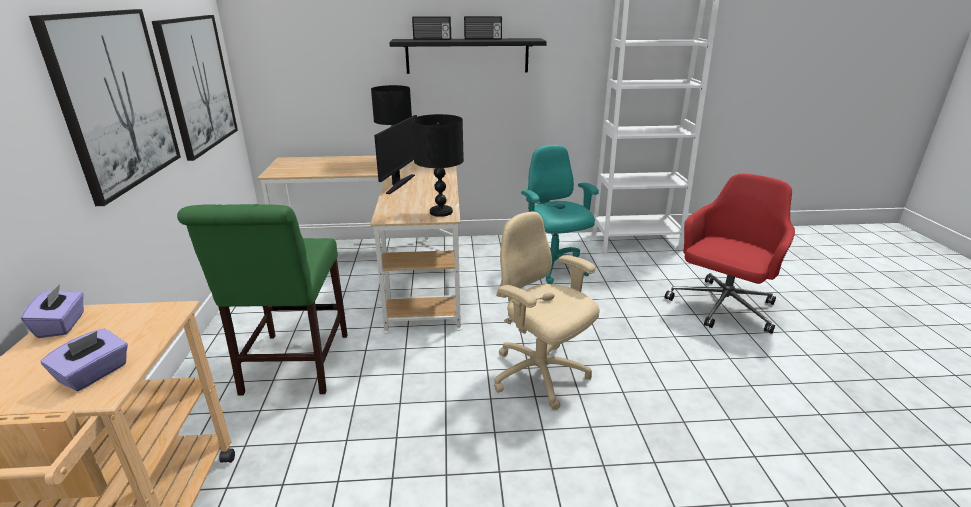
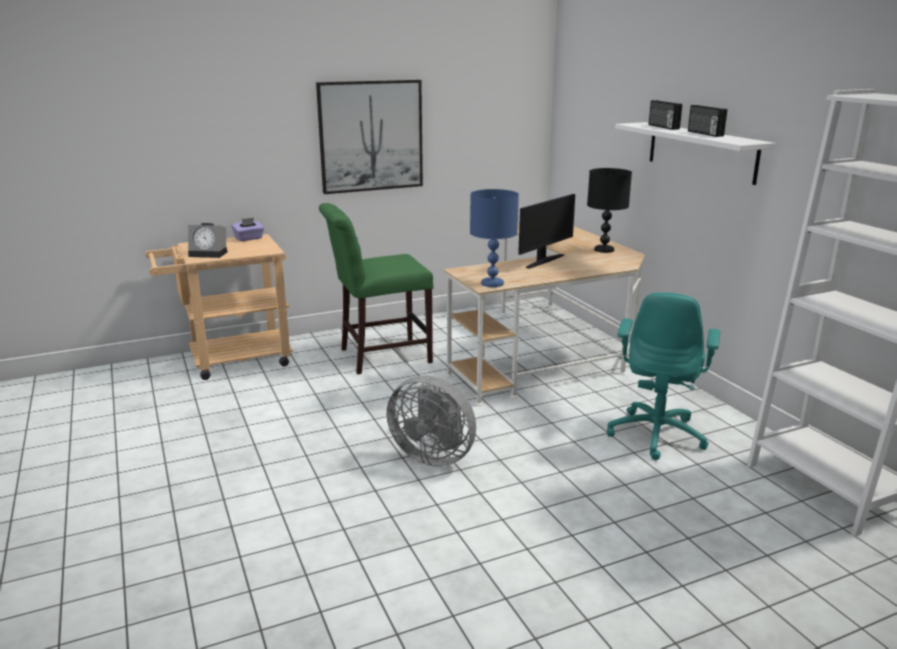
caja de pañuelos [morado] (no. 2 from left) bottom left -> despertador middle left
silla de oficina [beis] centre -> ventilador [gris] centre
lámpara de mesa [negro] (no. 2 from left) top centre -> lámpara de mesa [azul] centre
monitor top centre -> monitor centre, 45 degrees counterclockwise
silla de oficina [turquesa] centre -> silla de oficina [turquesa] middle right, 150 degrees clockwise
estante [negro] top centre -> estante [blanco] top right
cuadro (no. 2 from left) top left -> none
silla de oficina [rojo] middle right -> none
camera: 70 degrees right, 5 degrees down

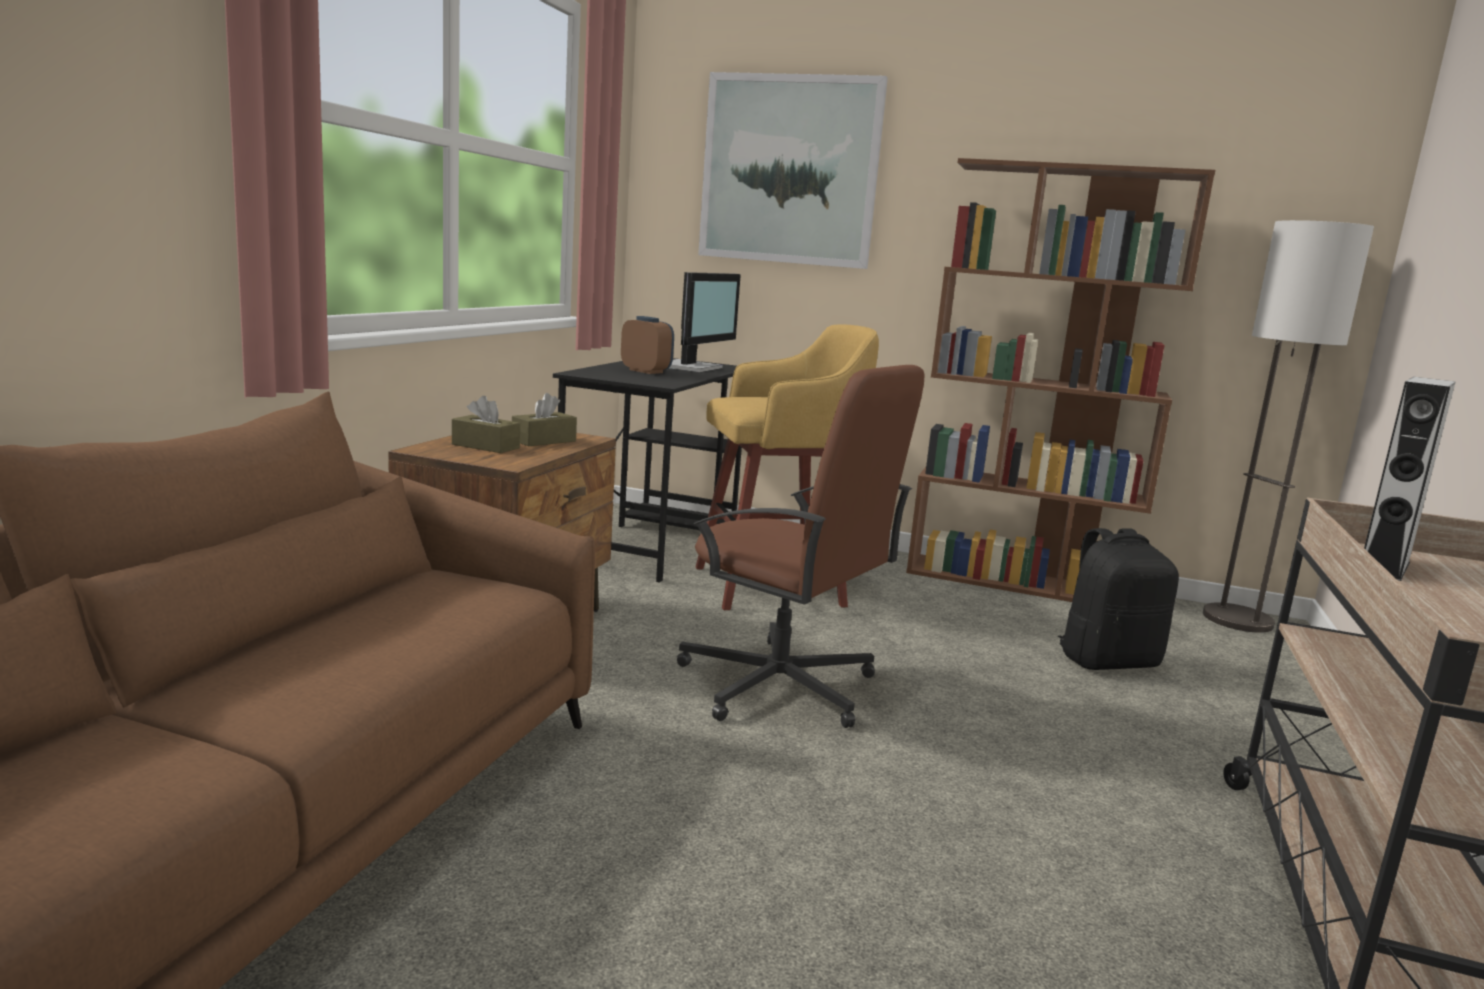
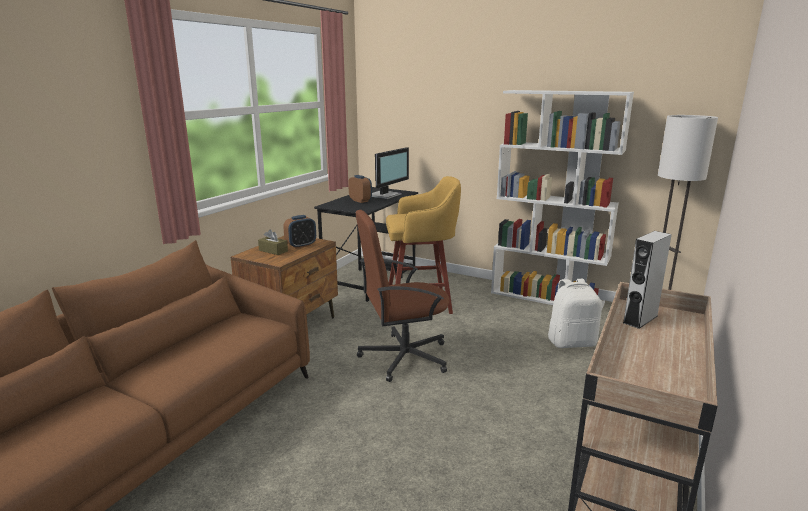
caja de pañuelos [marrón] (no. 2 from left) centre -> despertador (no. 1 from left) centre
silla de oficina [marrón] centre, 120 degrees clockwise
estantería [marrón] middle right -> estantería [blanco] middle right
mochila [negro] middle right -> mochila [blanco] middle right
cuadro top centre -> none
camera: 10 degrees right, 5 degrees up

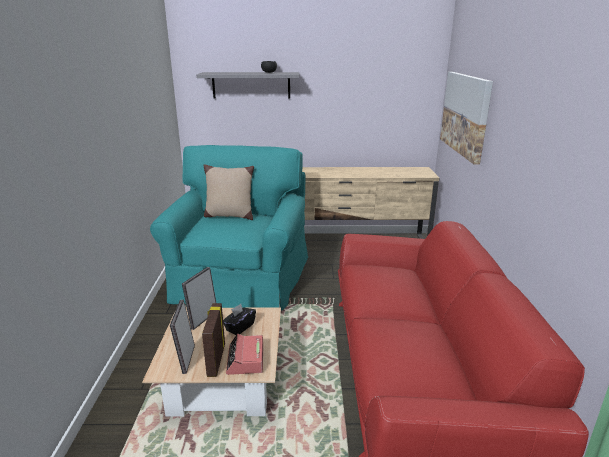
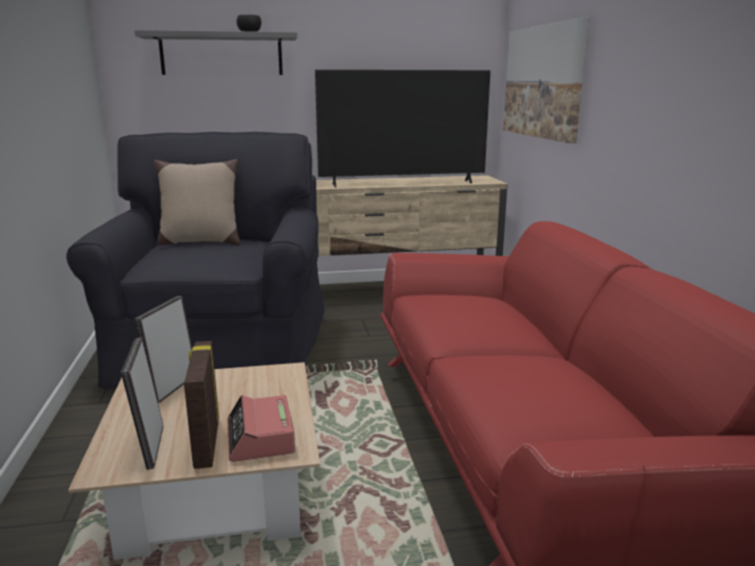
sillón [turquesa] centre -> sillón [negro] middle left
none -> televisor top centre
caja de pañuelos [negro] bottom centre -> none
camera: 10 degrees left, 5 degrees down

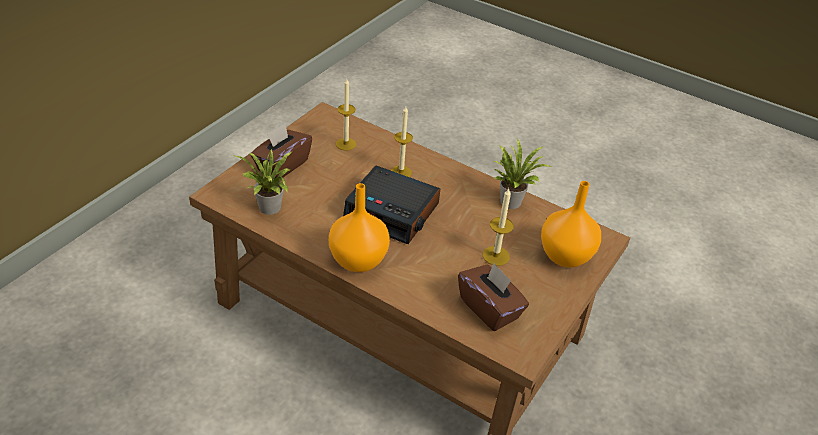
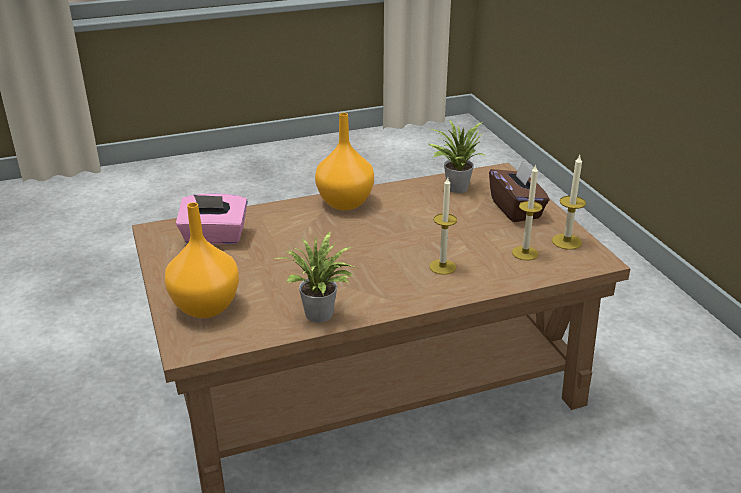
caja de pañuelos [marrón] (no. 2 from left) bottom centre -> caja de pañuelos [rosa] middle left
vela (no. 3 from left) centre -> vela (no. 3 from left) middle right, relocated
despertador centre -> none
camera: 130 degrees right, 10 degrees down

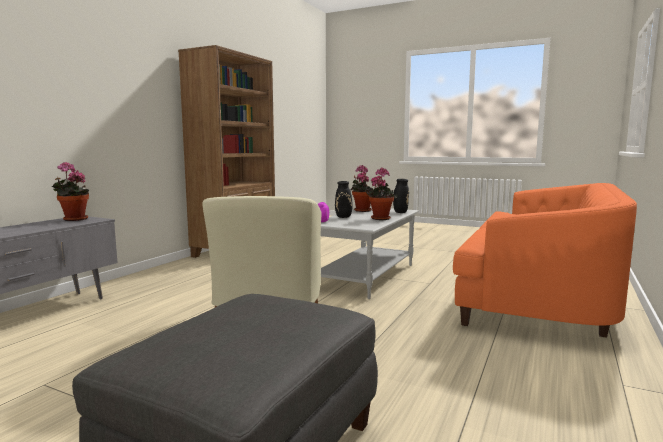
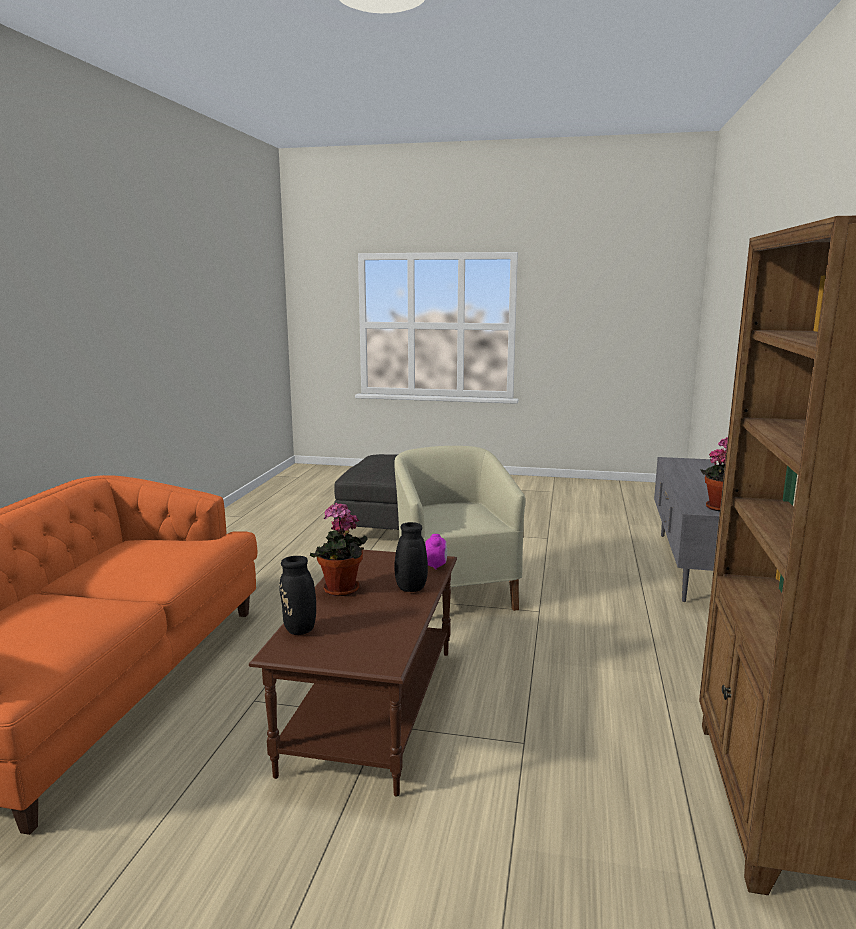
mesa de centro [gris] centre -> mesa de centro [marrón] bottom centre
planta en maceta (no. 2 from left) centre -> none
camera: 165 degrees right, 5 degrees up

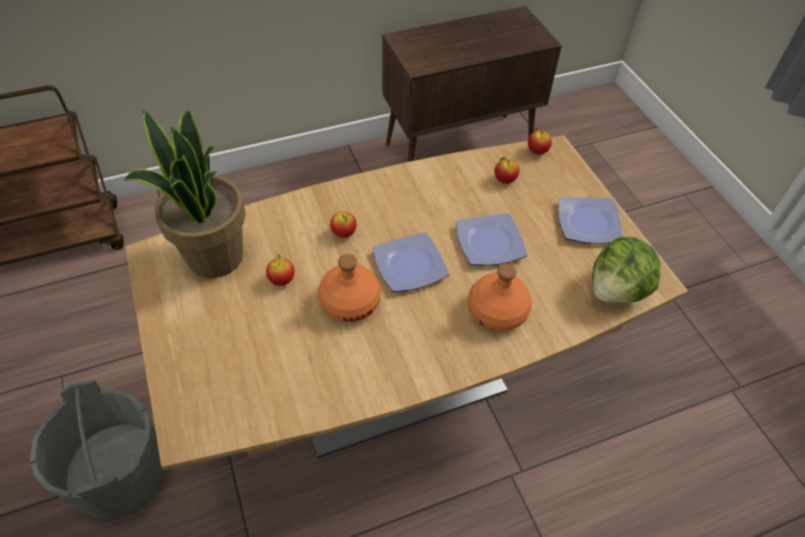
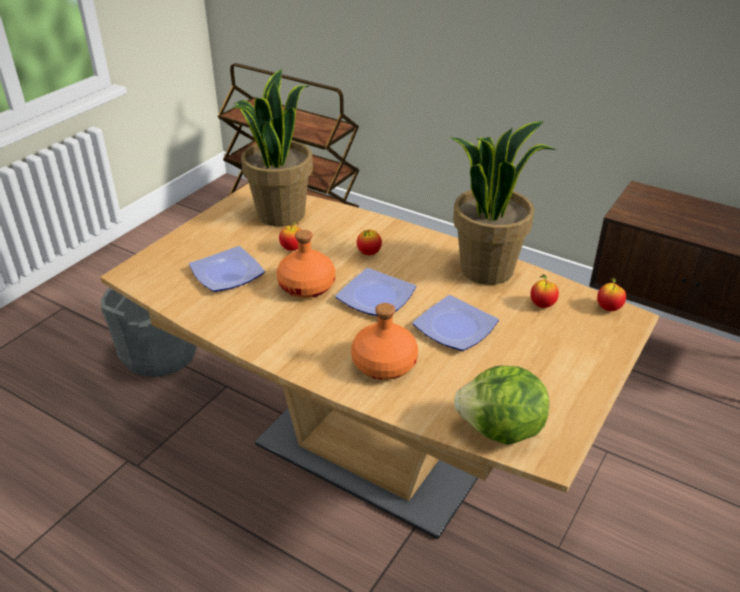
plato (no. 3 from left in the first image) middle right -> plato (no. 1 from left) middle left, relocated
none -> planta en maceta (no. 2 from left) middle right
camera: 55 degrees right, 15 degrees down

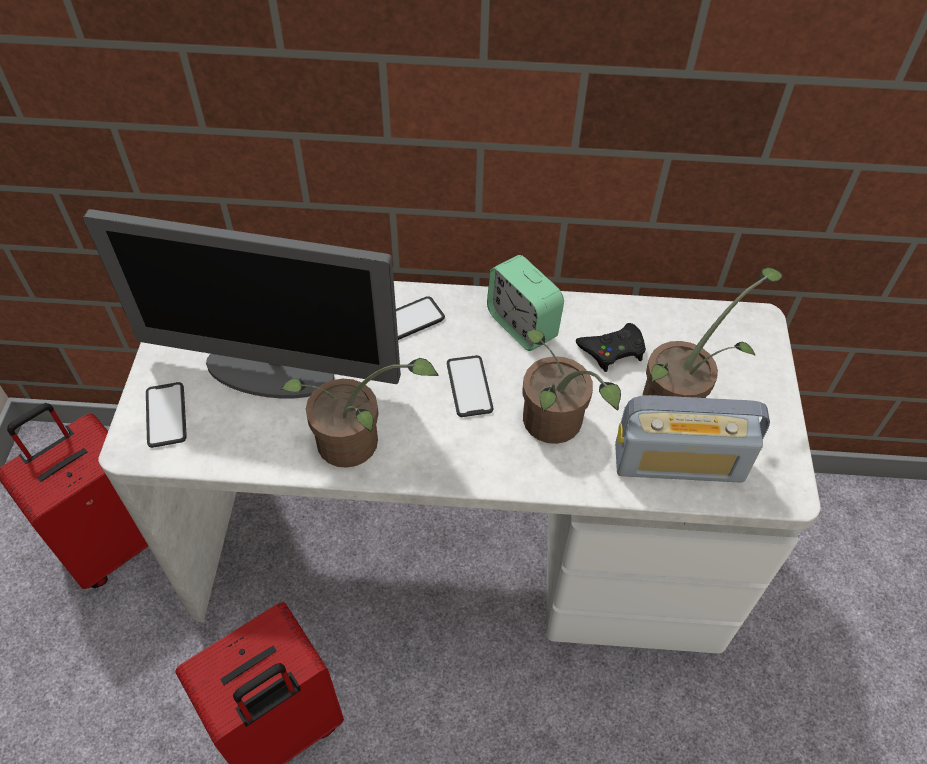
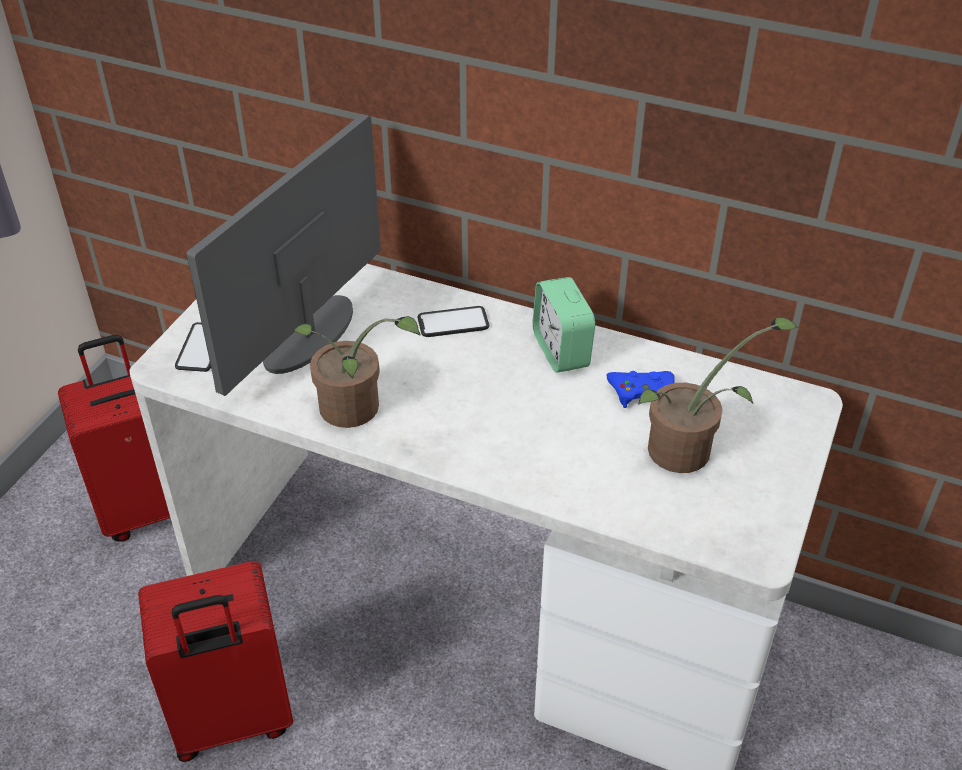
monitor middle left -> monitor top left, 90 degrees clockwise
mando de consola [negro] centre -> mando de consola [azul] centre
móvil (no. 3 from left) centre -> none
planta en maceta (no. 2 from left) centre -> none
radio middle right -> none
camera: 20 degrees right, 10 degrees down

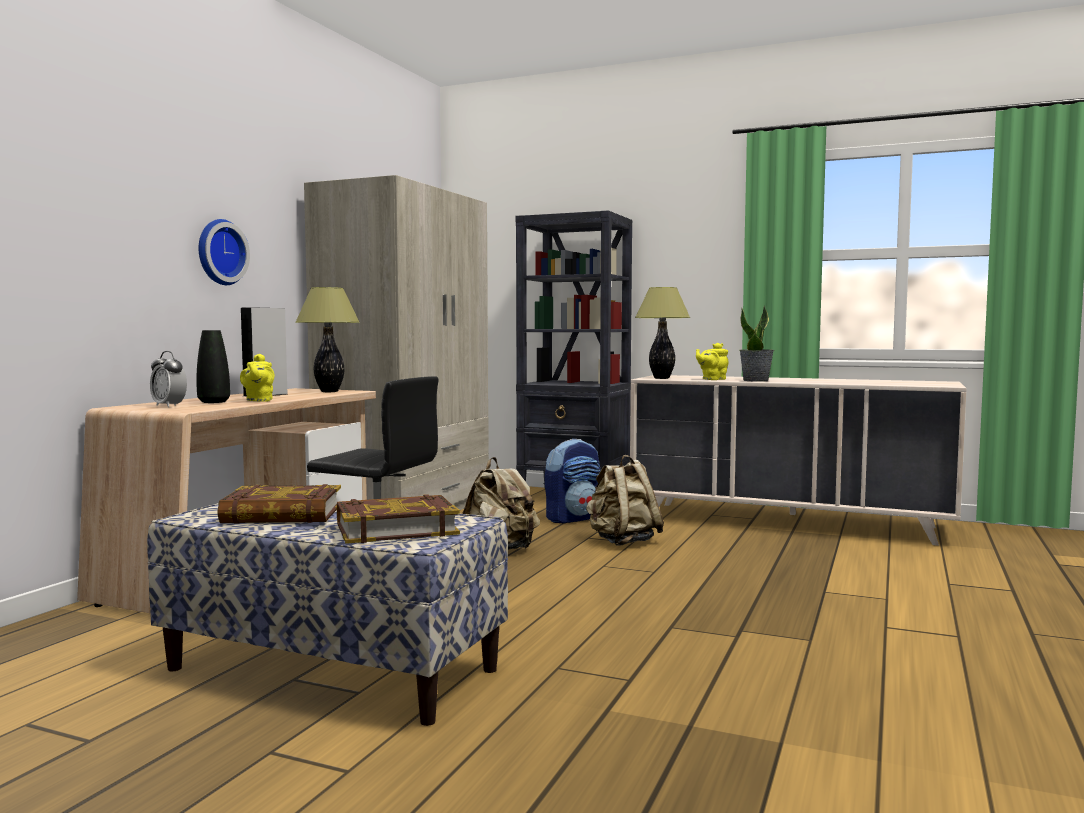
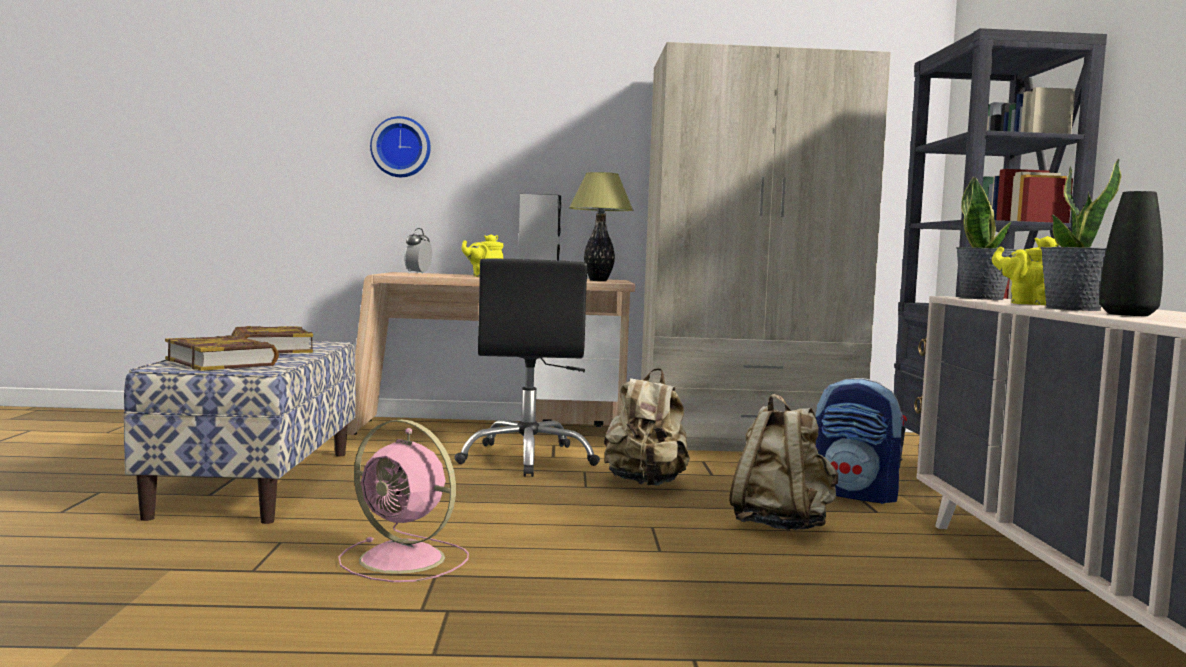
none -> ventilador [rosa] bottom centre
reloj de pared top left -> reloj de pared top centre, relocated
lámpara de mesa (no. 2 from left) centre -> planta en maceta (no. 1 from left) middle right
florero [negro] middle left -> florero [negro] middle right, relocated
camera: 65 degrees right, 0 degrees up

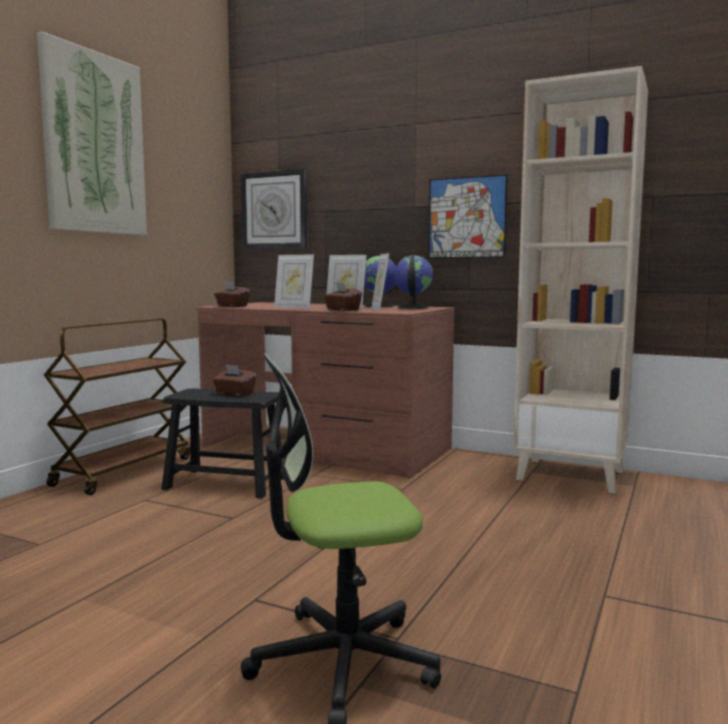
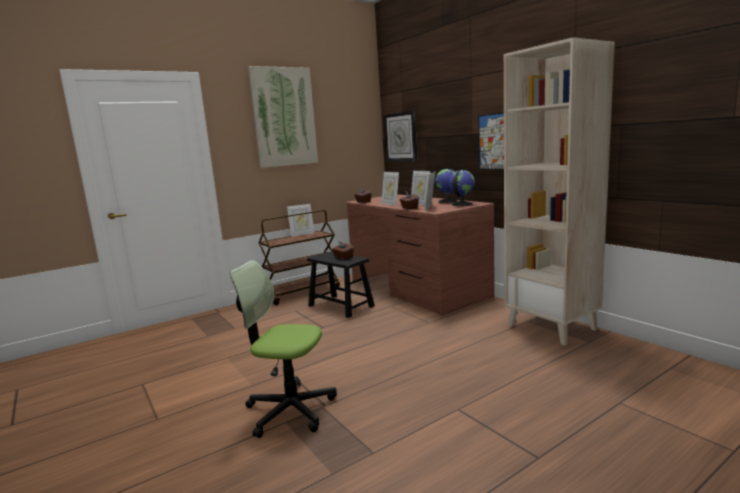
none -> portarretratos (no. 1 from left) centre
camera: 30 degrees right, 5 degrees up

